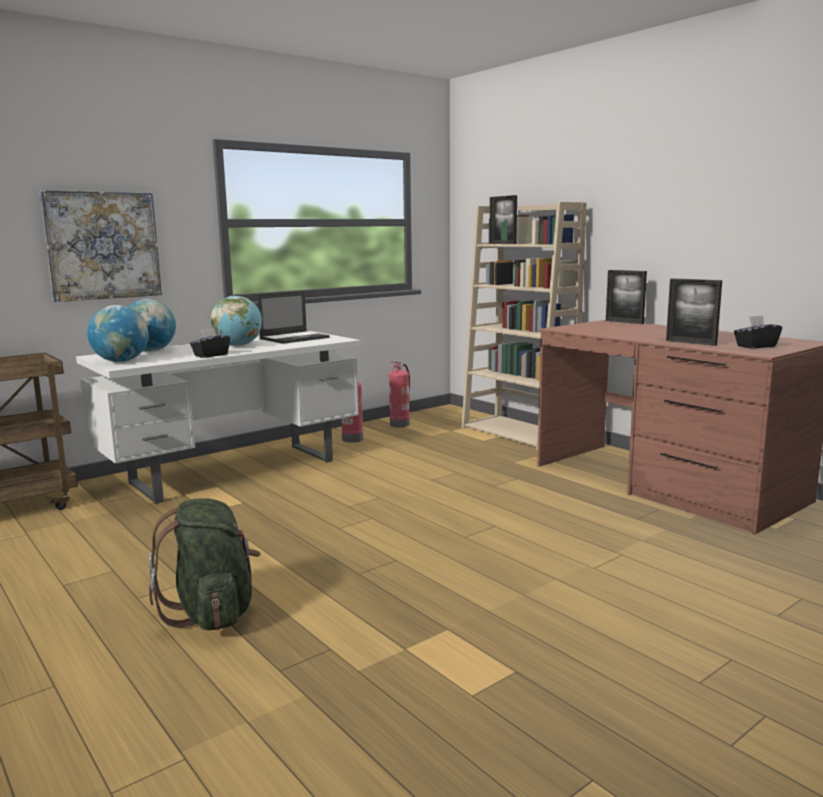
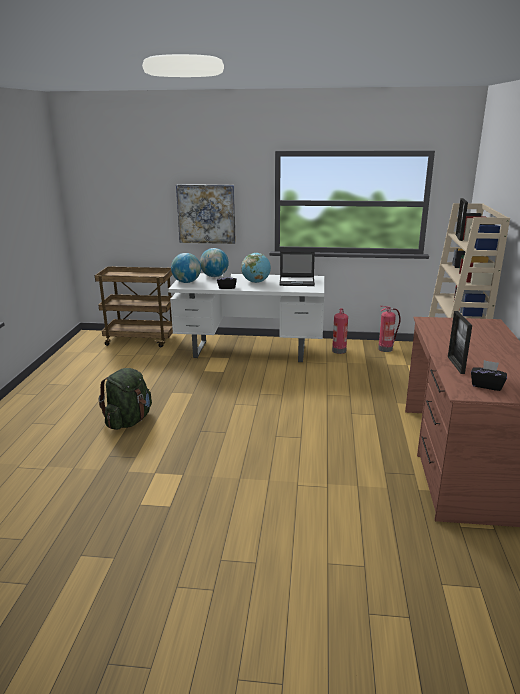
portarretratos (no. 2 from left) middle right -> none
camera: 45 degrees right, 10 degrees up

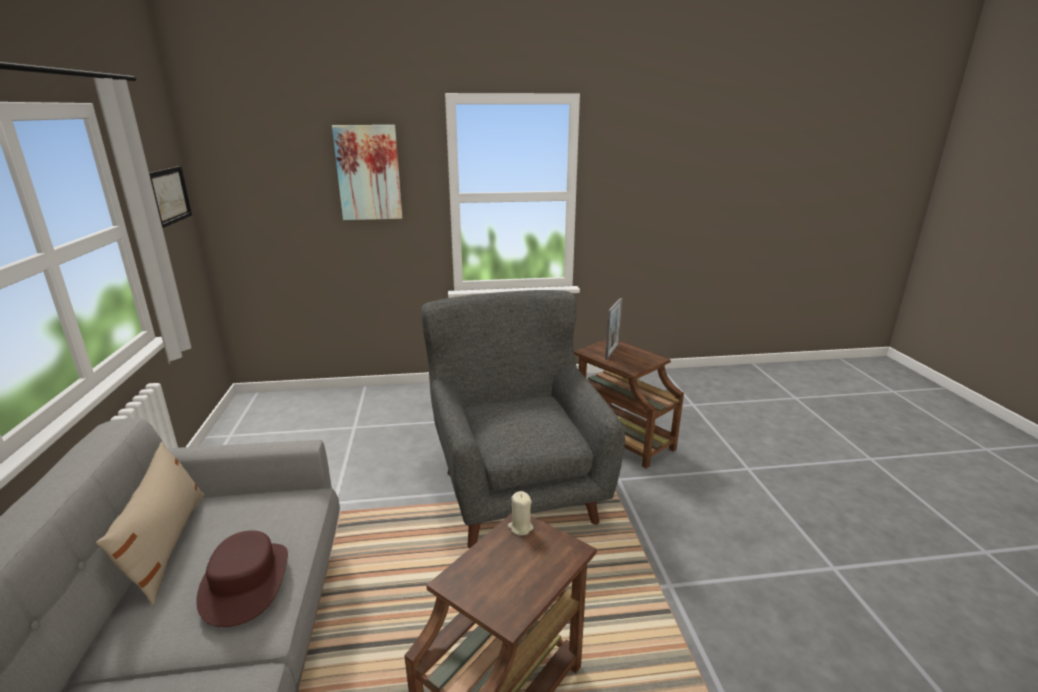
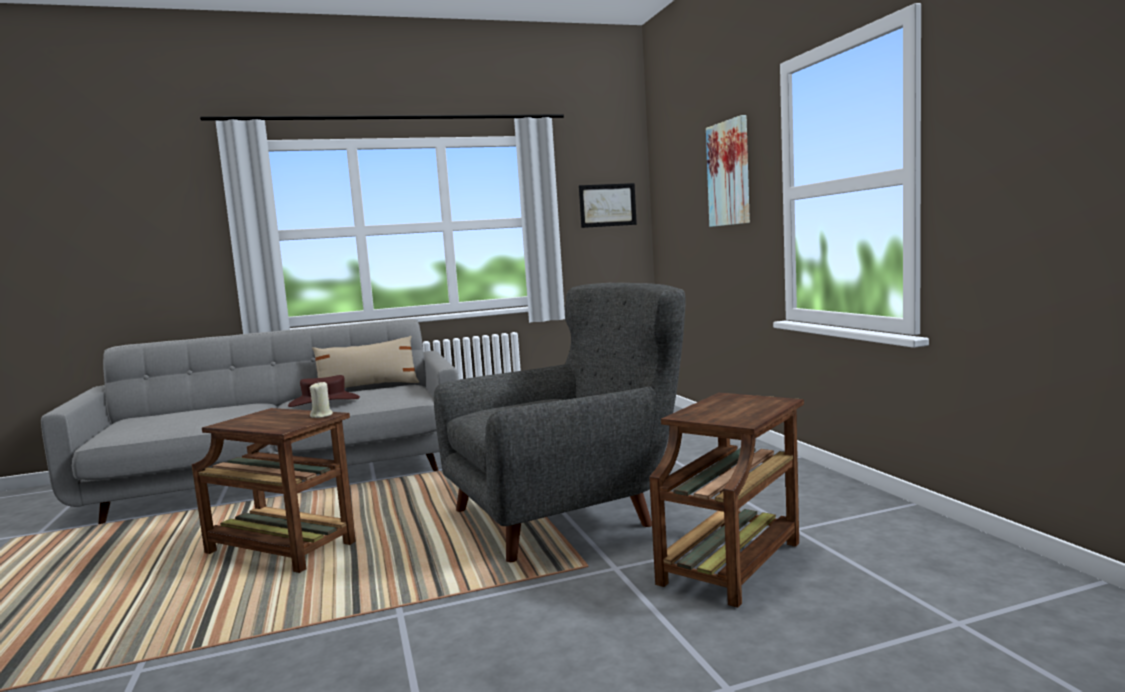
portarretratos centre -> none
camera: 80 degrees right, 15 degrees down

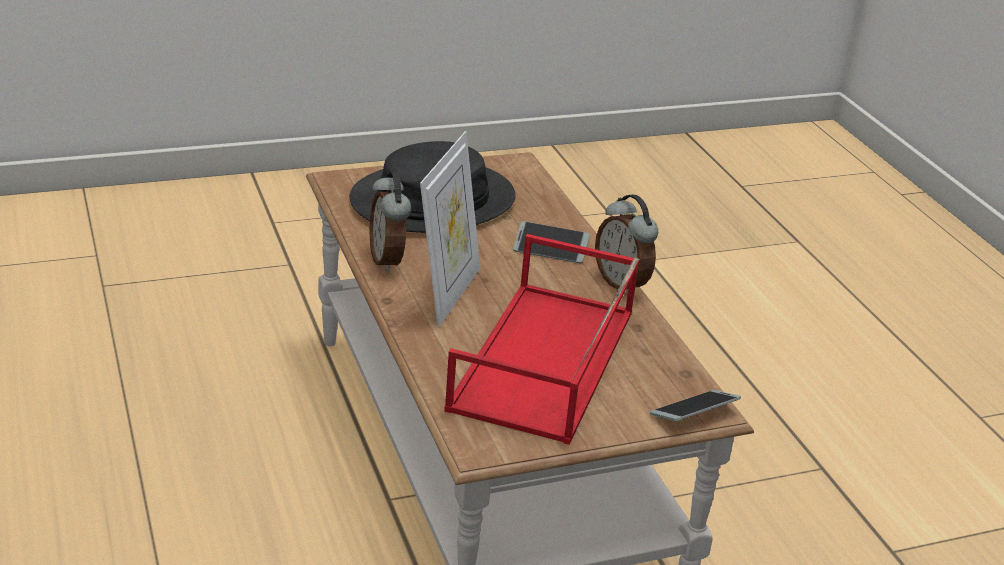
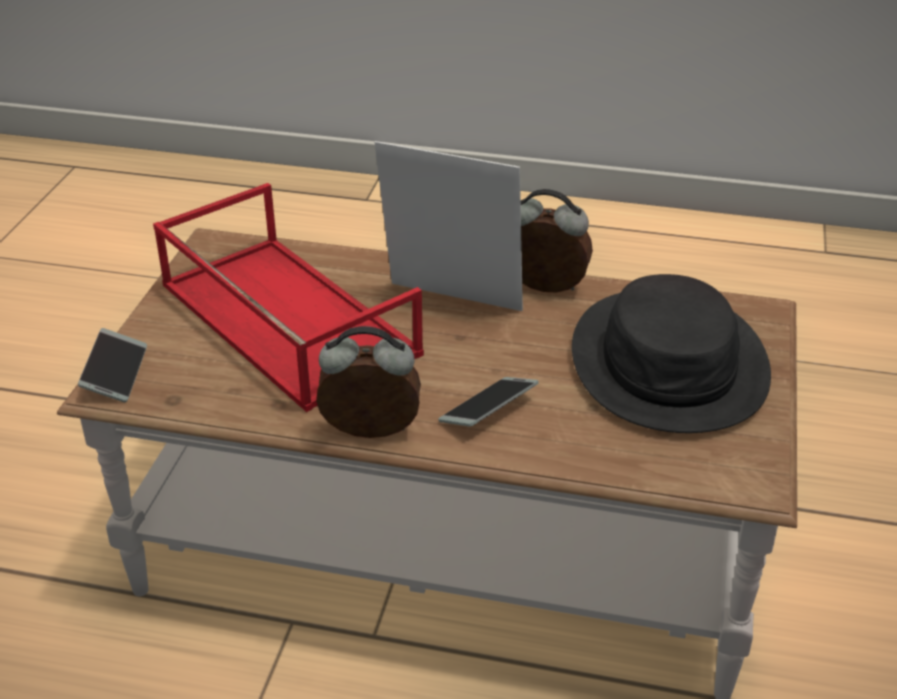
portarretratos centre -> portarretratos top centre, 150 degrees clockwise
camera: 125 degrees right, 5 degrees up

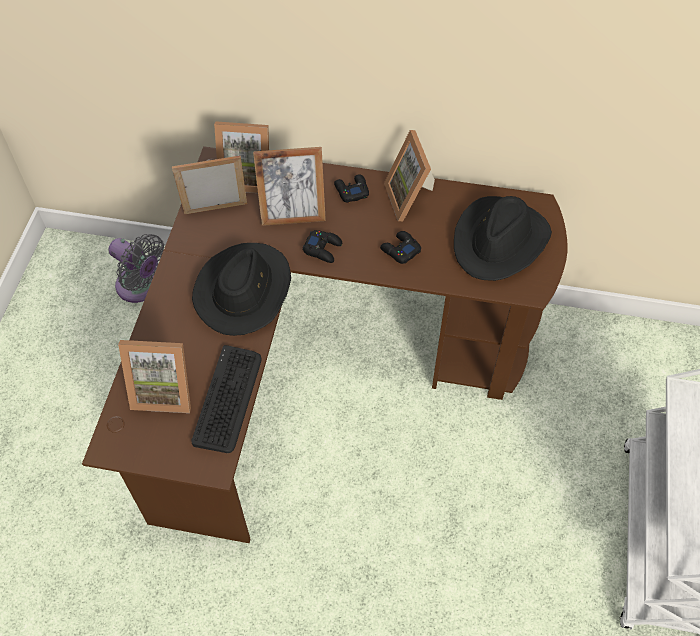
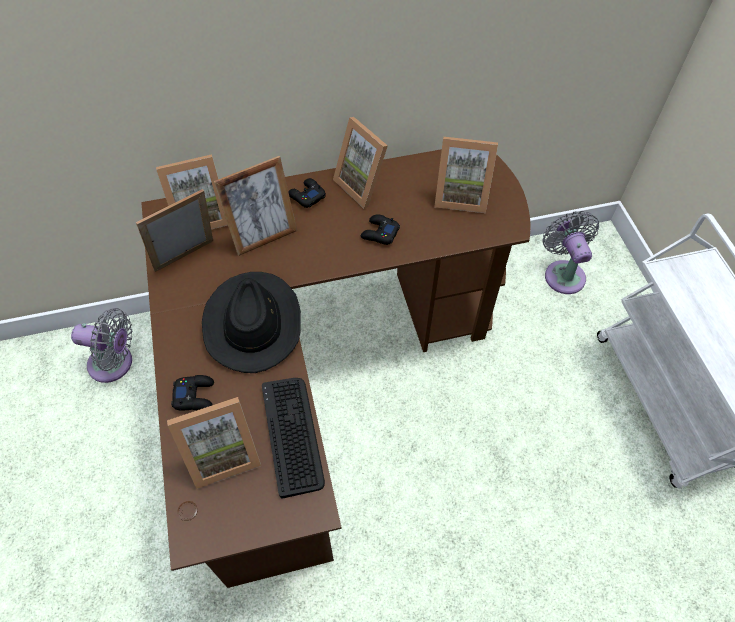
mando de consola [negro] (no. 1 from left) centre -> mando de consola [negro] (no. 1 from left) middle left, relocated
sombrero [negro] (no. 2 from left) middle right -> portarretratos (no. 6 from left) top centre
none -> ventilador [gris] (no. 2 from left) middle right
camera: 25 degrees left, 0 degrees up

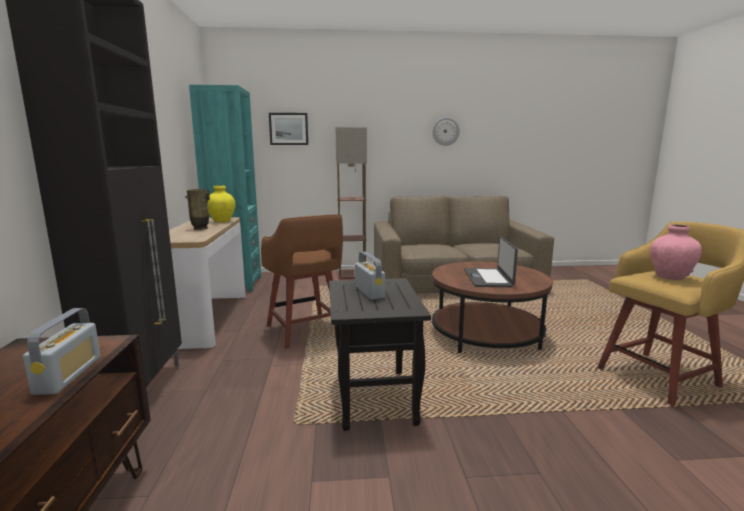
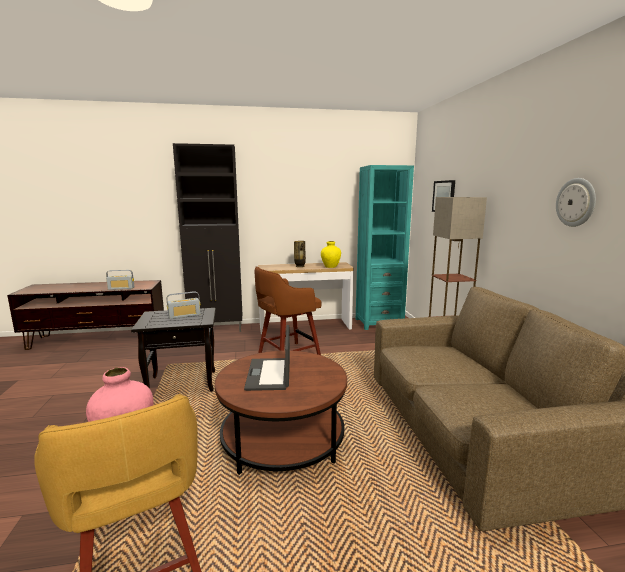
portátil centre, 90 degrees counterclockwise
camera: 85 degrees right, 0 degrees up

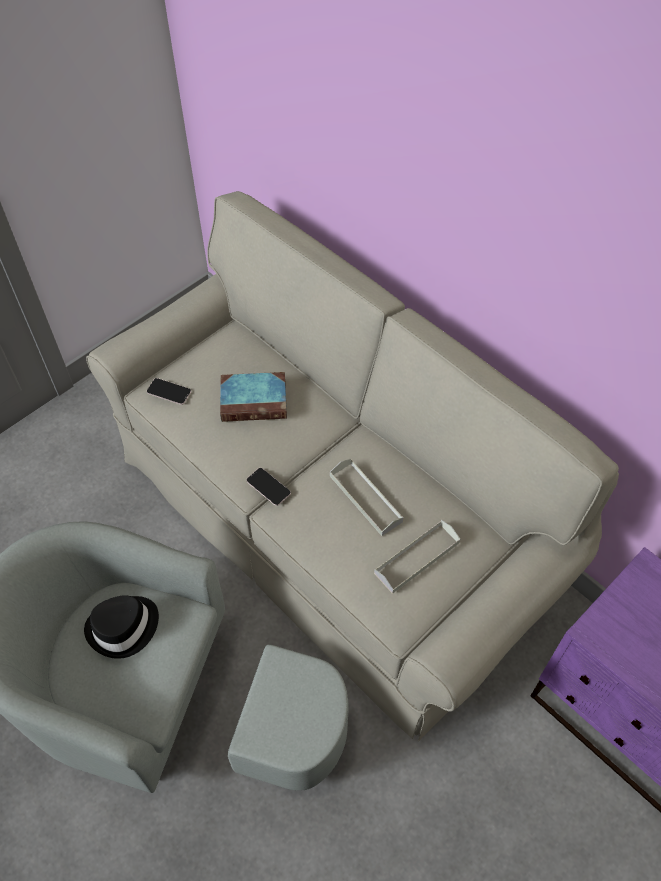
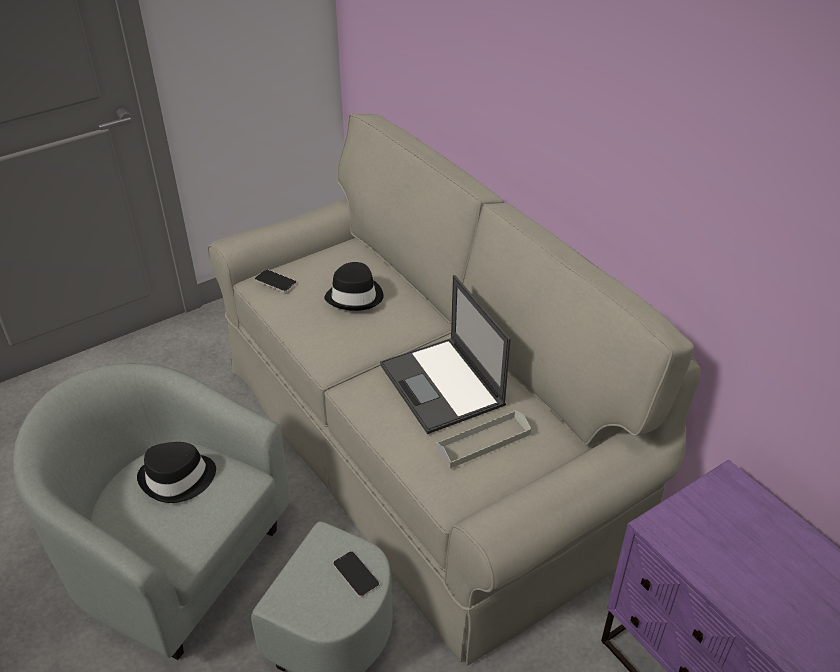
libro centre -> sombrero [negro] (no. 2 from left) centre
móvil (no. 2 from left) centre -> móvil (no. 2 from left) bottom centre, relocated
bandeja [gris] (no. 1 from left) centre -> portátil centre
camera: 10 degrees right, 15 degrees down

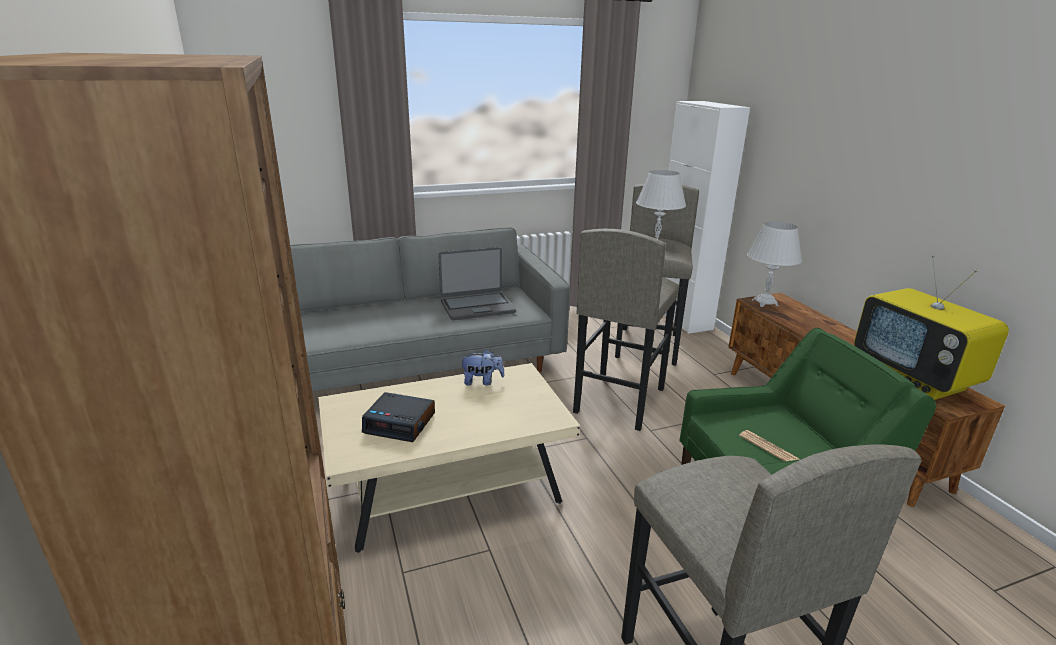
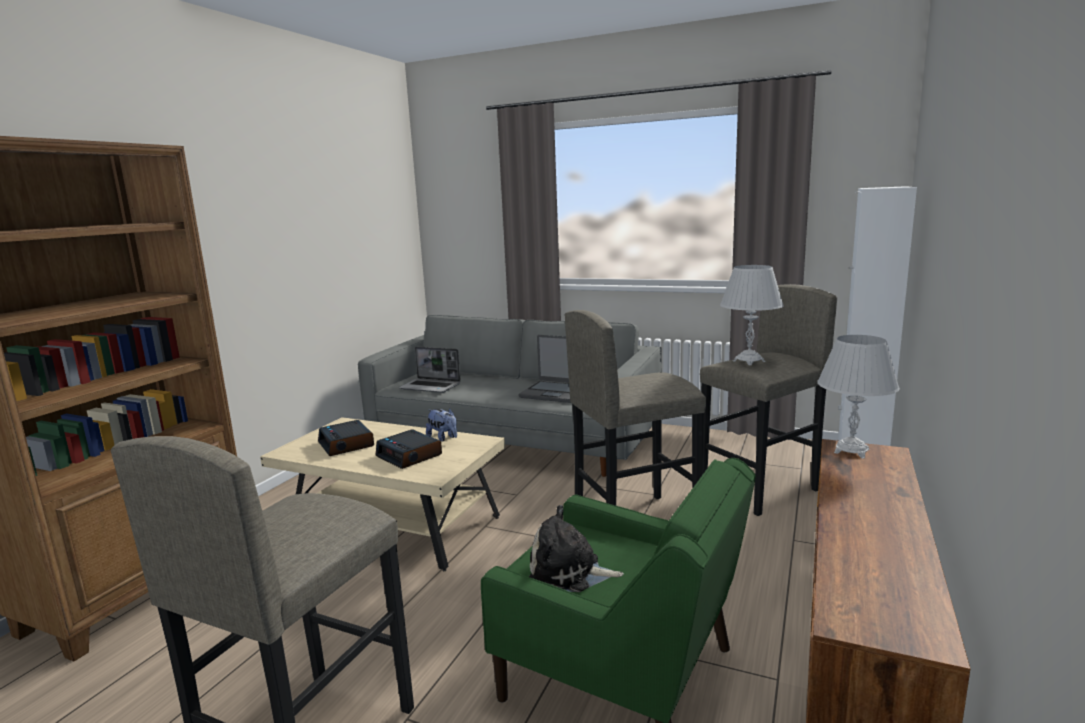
none -> despertador (no. 2 from left) centre
none -> portátil (no. 1 from left) centre
periódico bottom right -> peluche (no. 2 from left) bottom centre
televisor middle right -> none
camera: 45 degrees right, 10 degrees down

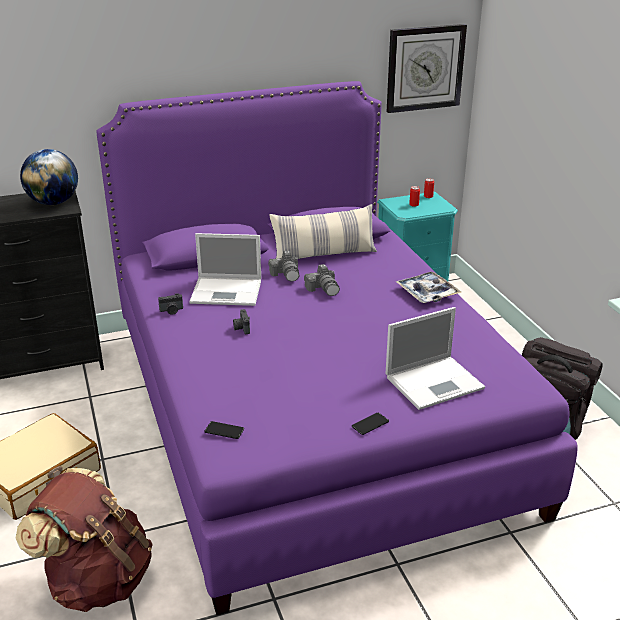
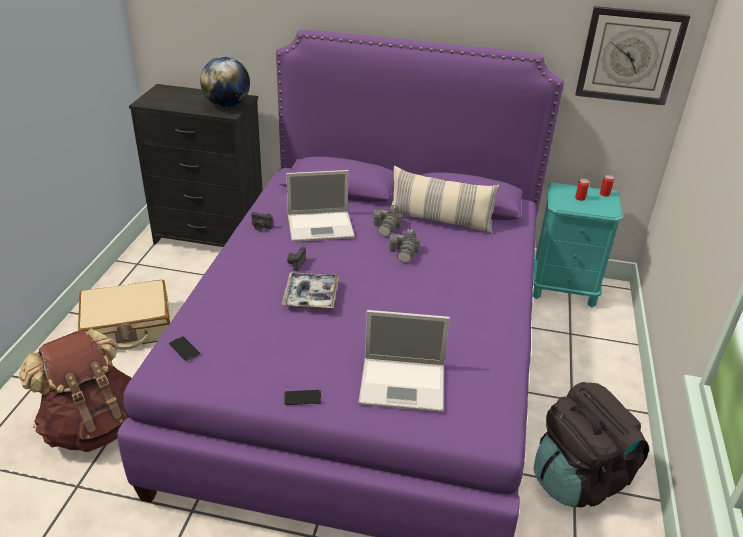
bandeja middle right -> bandeja centre, relocated
portátil (no. 1 from left) centre, 45 degrees counterclockwise
camera: 30 degrees right, 5 degrees up

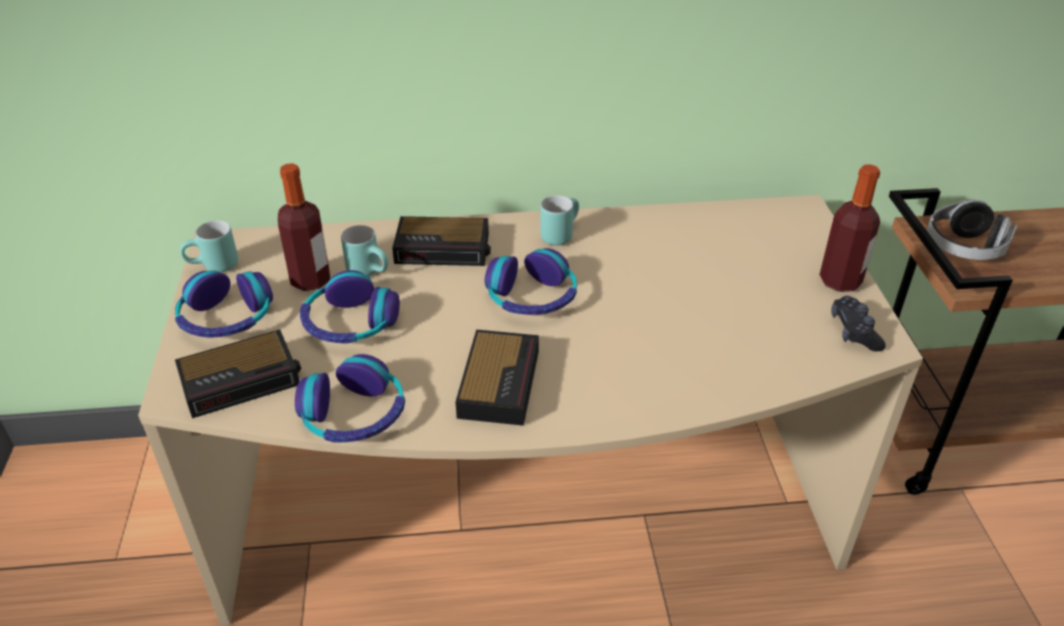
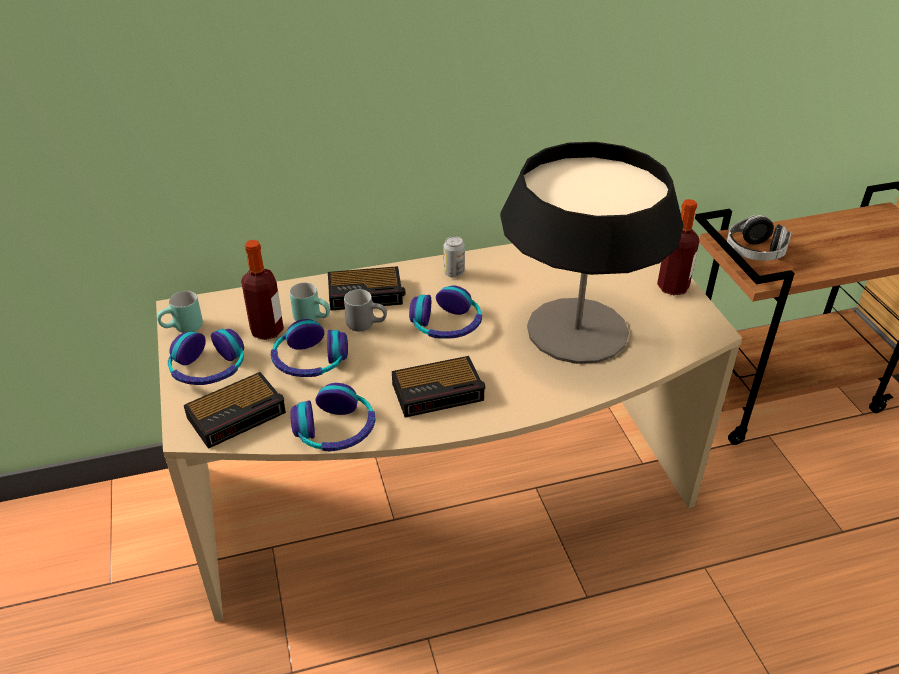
none -> taza grande [gris] centre
despertador (no. 3 from left) centre, 75 degrees clockwise
taza grande [turquesa] (no. 3 from left) centre -> lata centre
none -> lámpara de mesa centre
mando de consola [negro] middle right -> none
camera: 10 degrees left, 0 degrees up

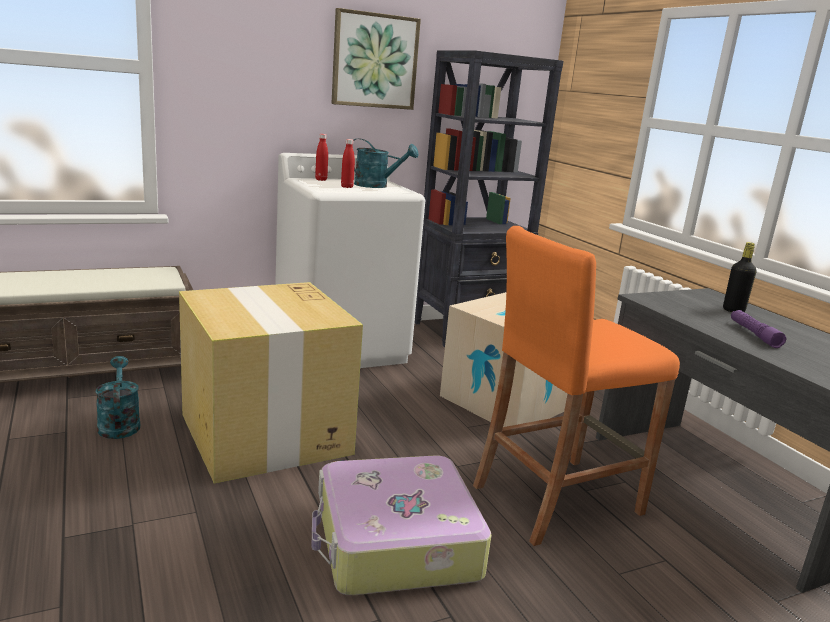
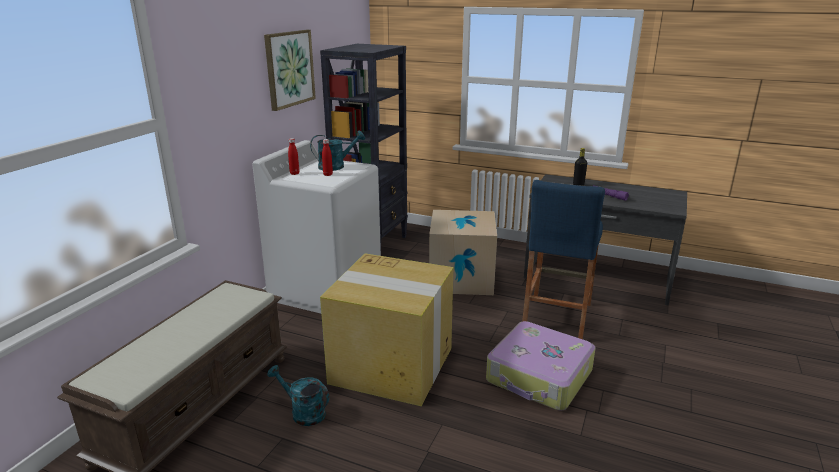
taburete [naranja] middle right -> taburete [azul] middle right
camera: 40 degrees left, 5 degrees up

